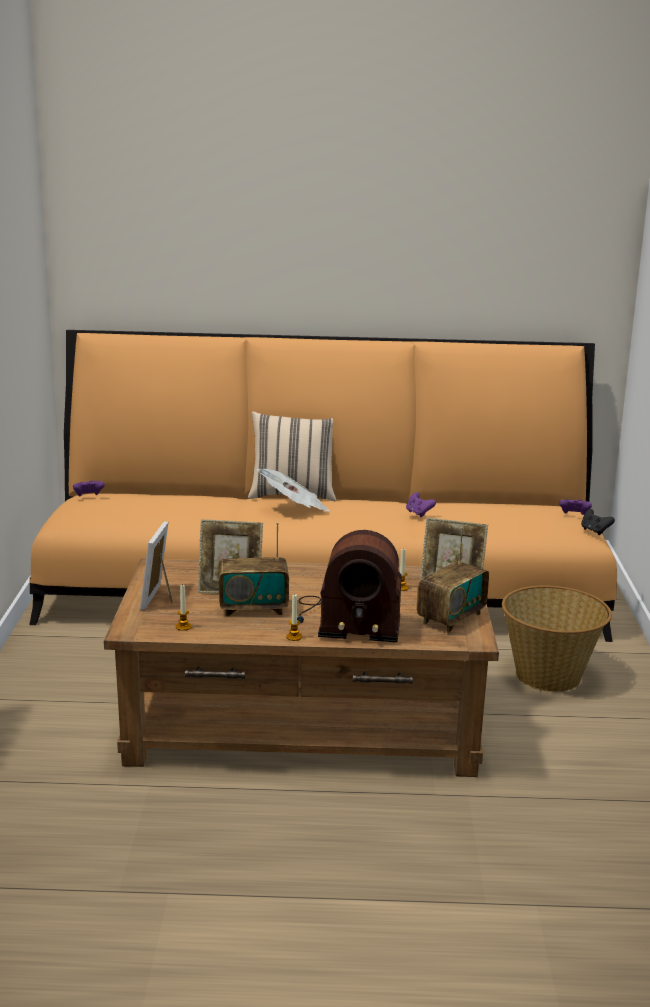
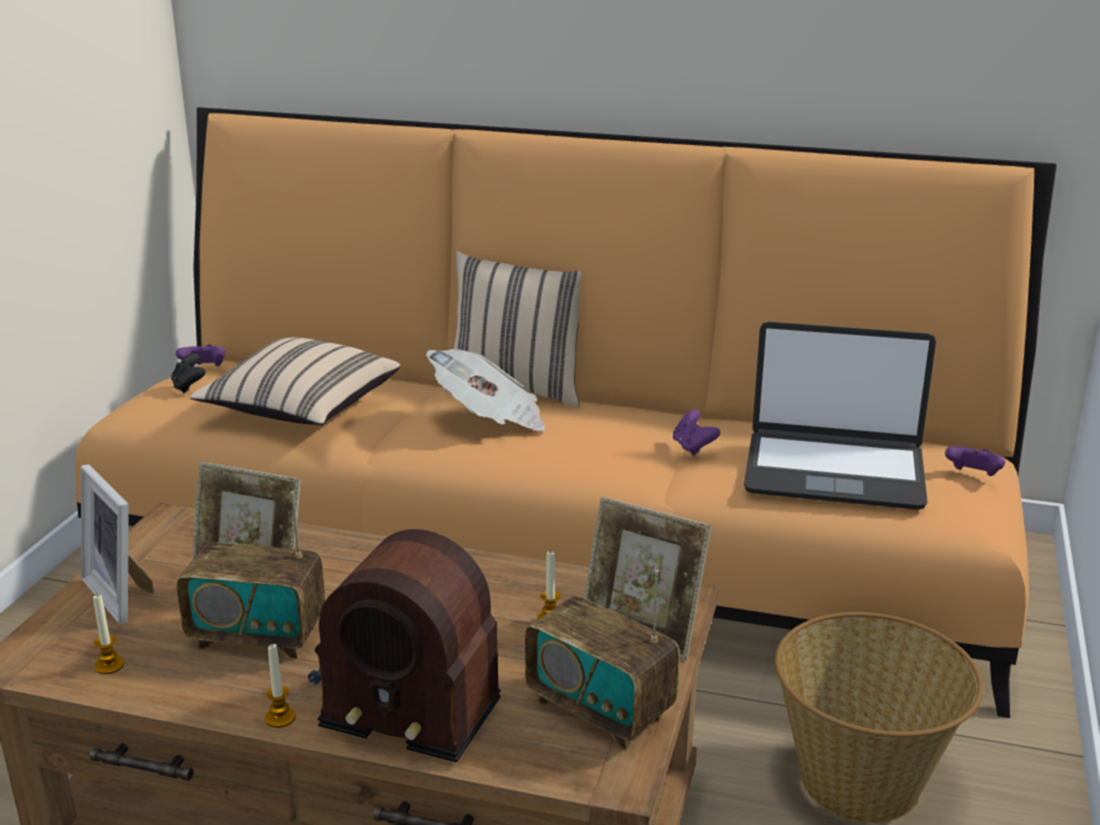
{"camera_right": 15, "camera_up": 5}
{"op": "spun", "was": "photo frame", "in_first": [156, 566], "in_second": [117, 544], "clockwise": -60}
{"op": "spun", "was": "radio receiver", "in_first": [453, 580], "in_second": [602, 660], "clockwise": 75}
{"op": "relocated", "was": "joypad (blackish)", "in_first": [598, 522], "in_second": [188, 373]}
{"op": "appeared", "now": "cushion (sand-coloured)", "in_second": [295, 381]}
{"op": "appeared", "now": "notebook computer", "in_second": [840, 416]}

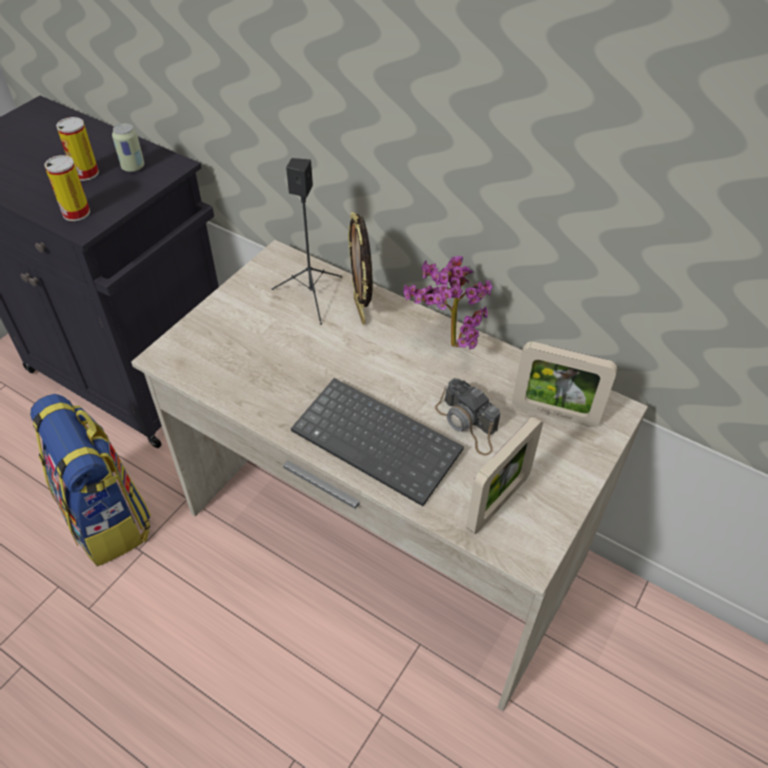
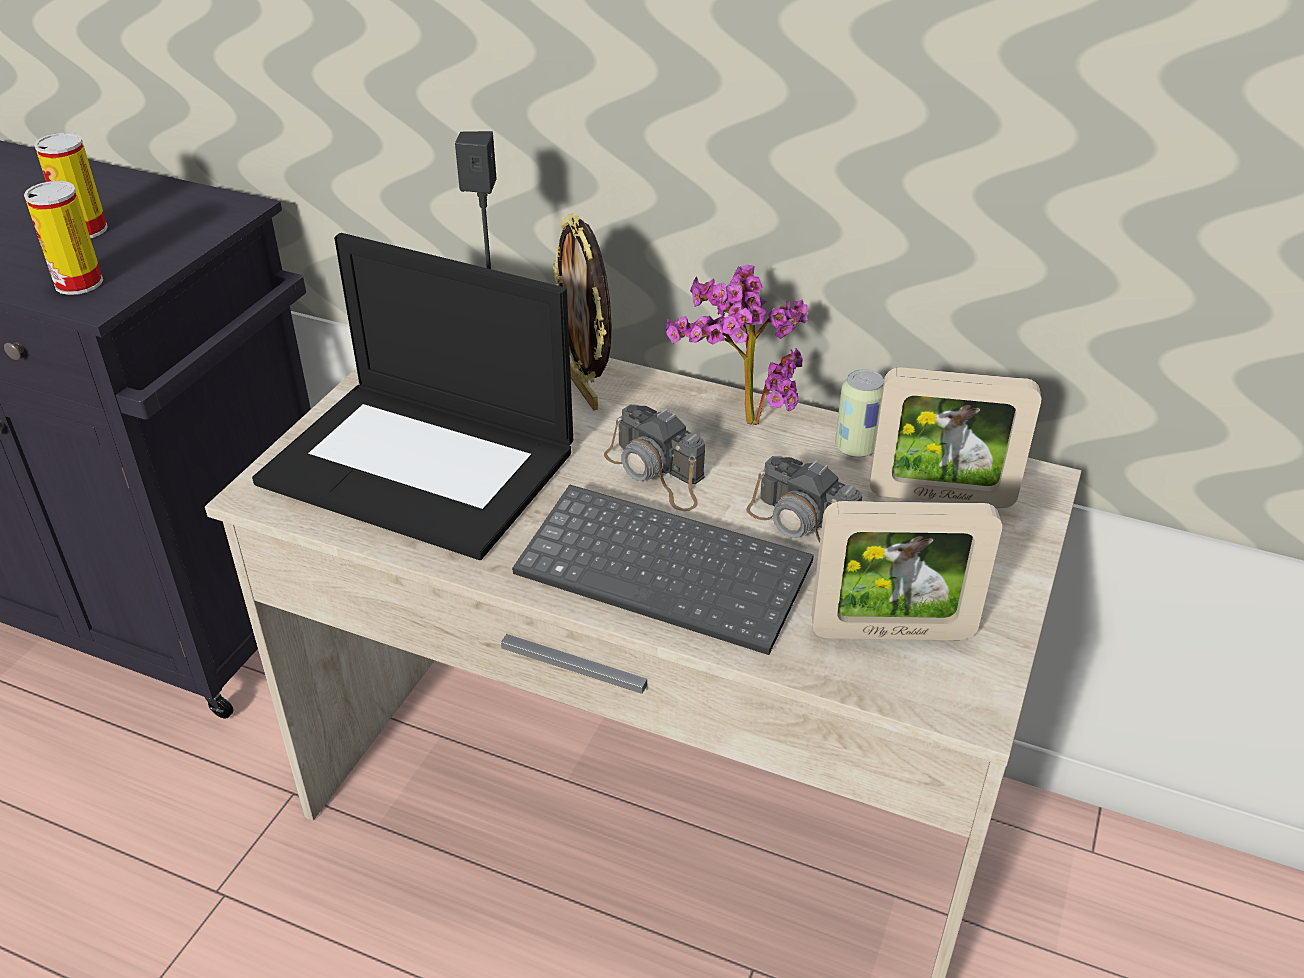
{"camera_right": -10, "camera_up": -10}
{"op": "missing", "was": "backpack", "in_first": [90, 480]}
{"op": "relocated", "was": "sealed can", "in_first": [128, 147], "in_second": [859, 413]}
{"op": "spun", "was": "photo frame", "in_first": [504, 475], "in_second": [906, 570], "clockwise": 60}
{"op": "appeared", "now": "notebook computer", "in_second": [412, 396]}
{"op": "appeared", "now": "photo camera", "in_second": [654, 457]}

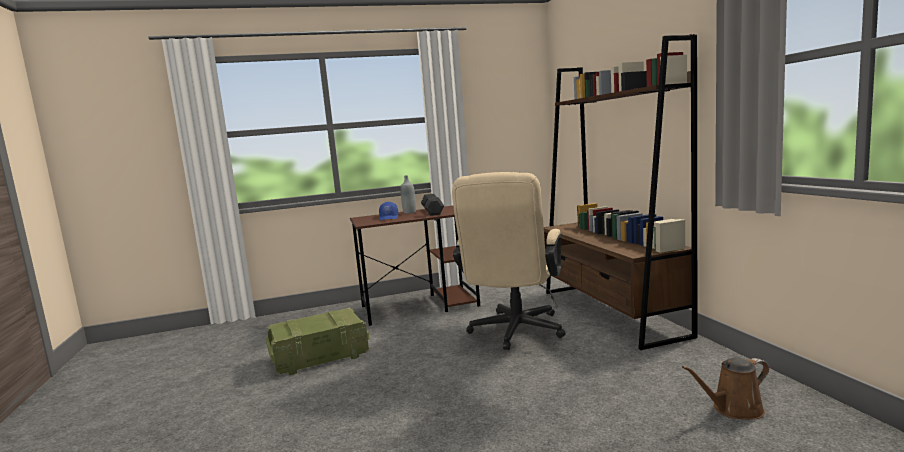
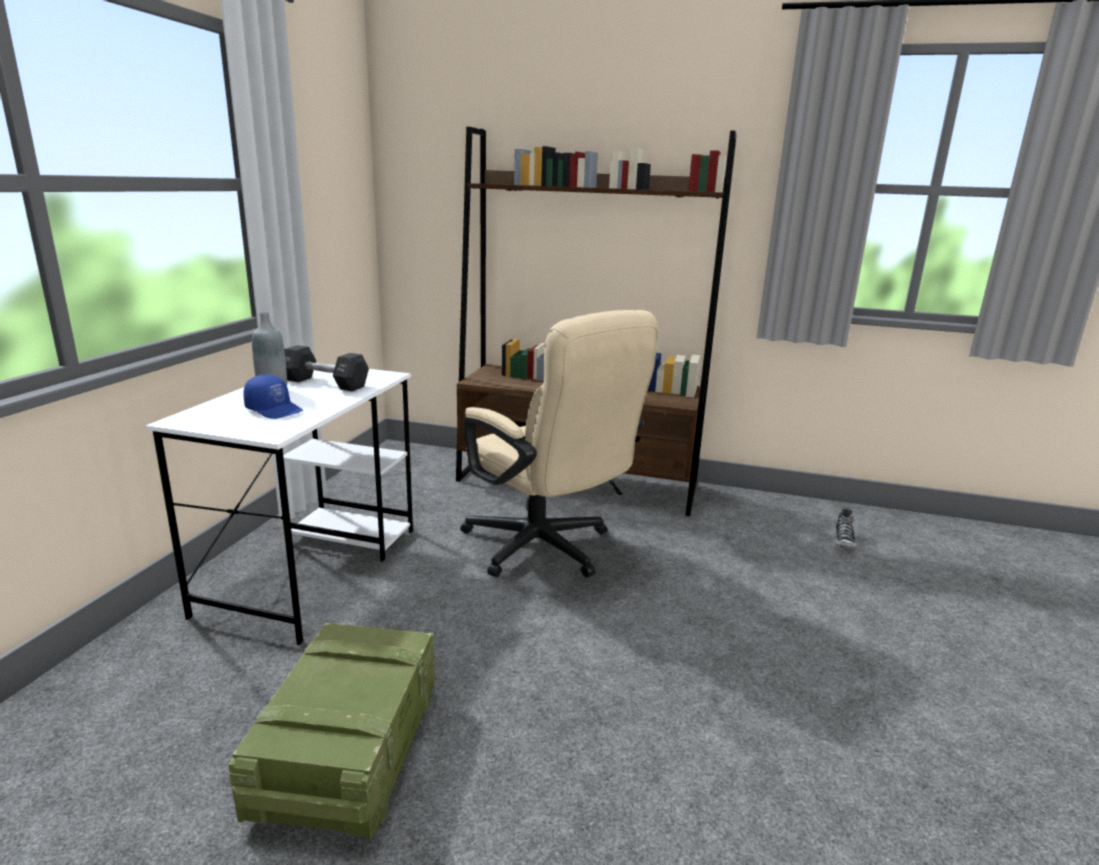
{"camera_right": -60, "camera_up": 10}
{"op": "colour", "was": "desk unit (brown)", "now": "desk unit (whitish)", "in_first": [415, 266], "in_second": [279, 504]}
{"op": "exchanged", "was": "sprinkling can (brown)", "now": "low shoe", "in_first": [725, 389], "in_second": [846, 527]}

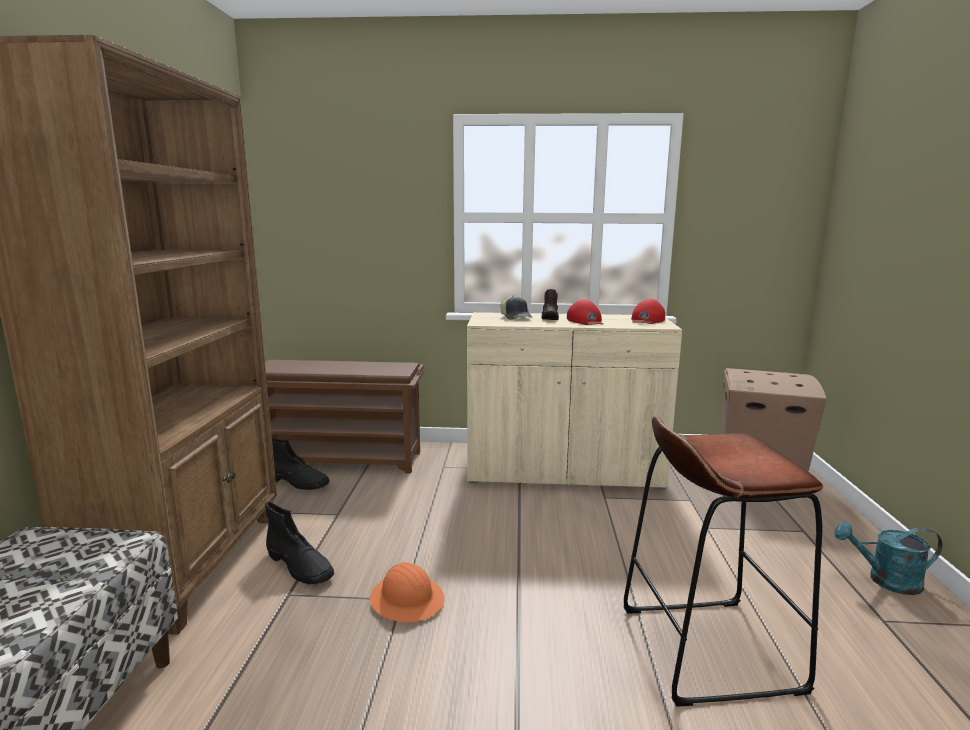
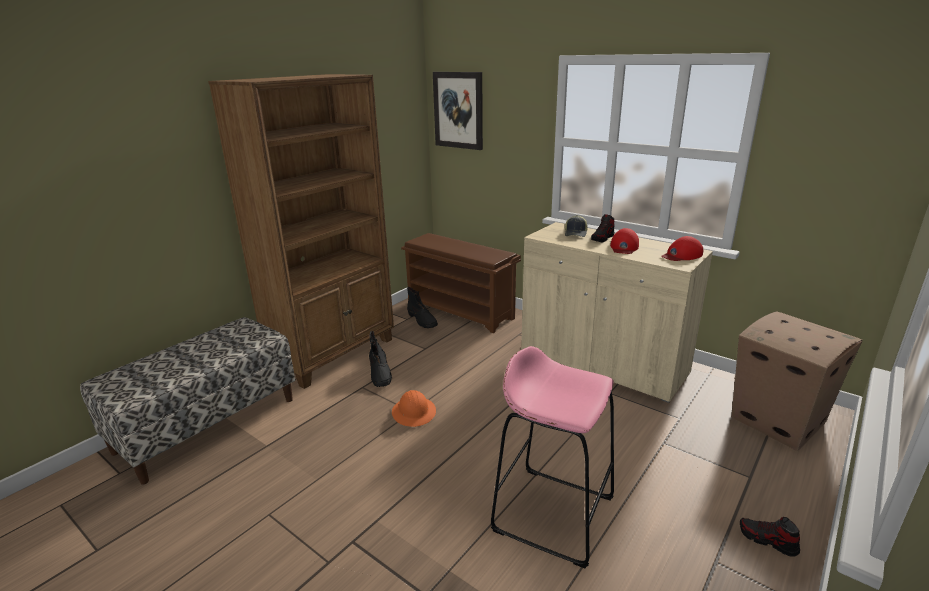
{"camera_right": 35, "camera_up": 10}
{"op": "colour", "was": "stool seat (brown)", "now": "stool seat (pinkish)", "in_first": [723, 561], "in_second": [552, 457]}
{"op": "exchanged", "was": "sprinkling can (turquoise)", "now": "low shoe", "in_first": [888, 558], "in_second": [770, 537]}
{"op": "appeared", "now": "wall picture", "in_second": [458, 111]}

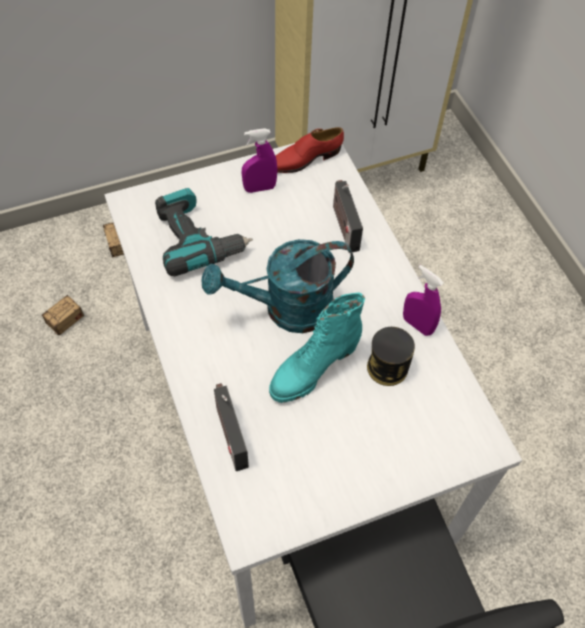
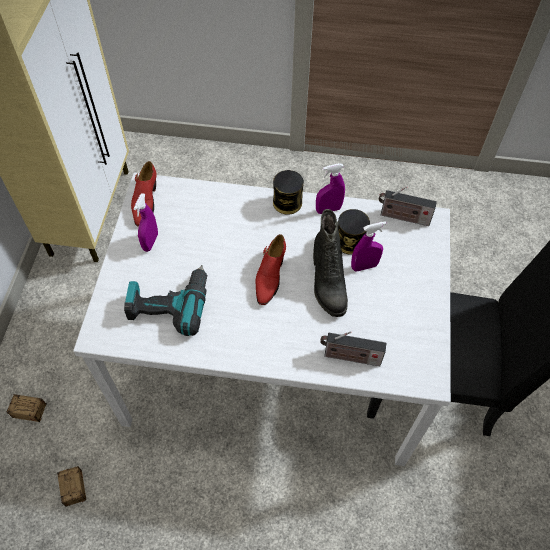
{"camera_right": -60, "camera_up": 0}
{"op": "exchanged", "was": "sprinkling can (turquoise)", "now": "low shoe (reddish)", "in_first": [278, 286], "in_second": [270, 269]}
{"op": "colour", "was": "boot (turquoise)", "now": "boot (blackish)", "in_first": [317, 348], "in_second": [330, 263]}
{"op": "relocated", "was": "radio receiver", "in_first": [348, 216], "in_second": [408, 206]}
{"op": "appeared", "now": "sealed can", "in_second": [288, 192]}
{"op": "appeared", "now": "spray bottle (purplish)", "in_second": [368, 246]}

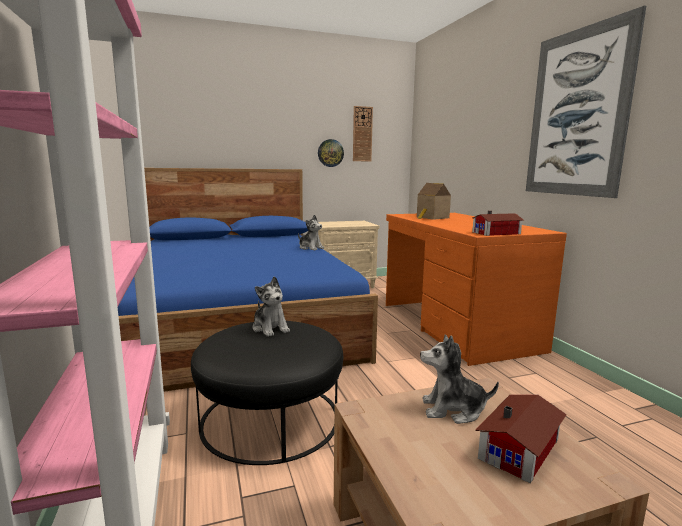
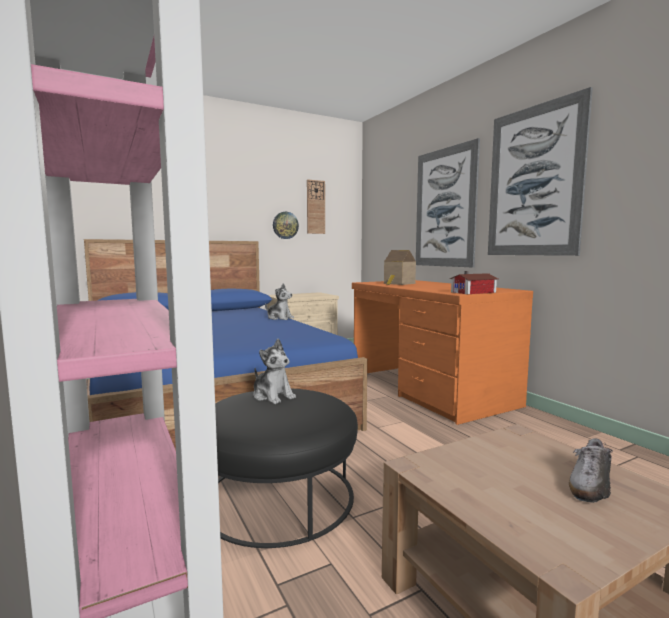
{"camera_right": -10, "camera_up": -5}
{"op": "missing", "was": "plush toy", "in_first": [459, 379]}
{"op": "exchanged", "was": "model house", "now": "low shoe", "in_first": [521, 438], "in_second": [591, 470]}
{"op": "appeared", "now": "wall picture", "in_second": [448, 202]}

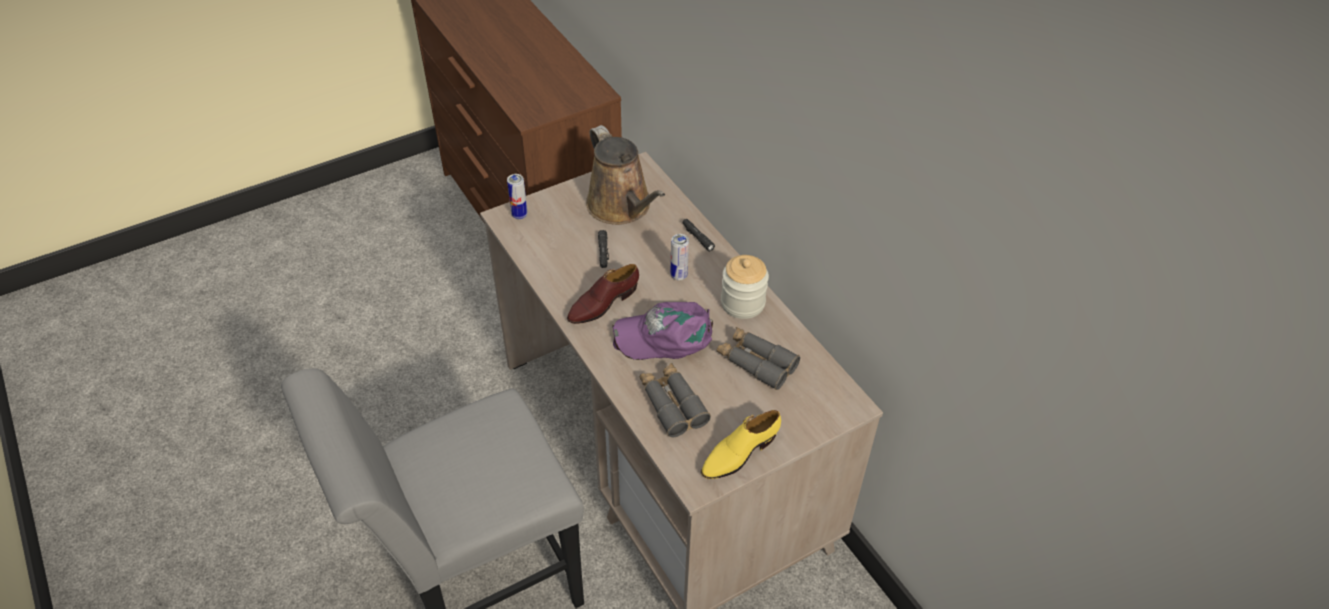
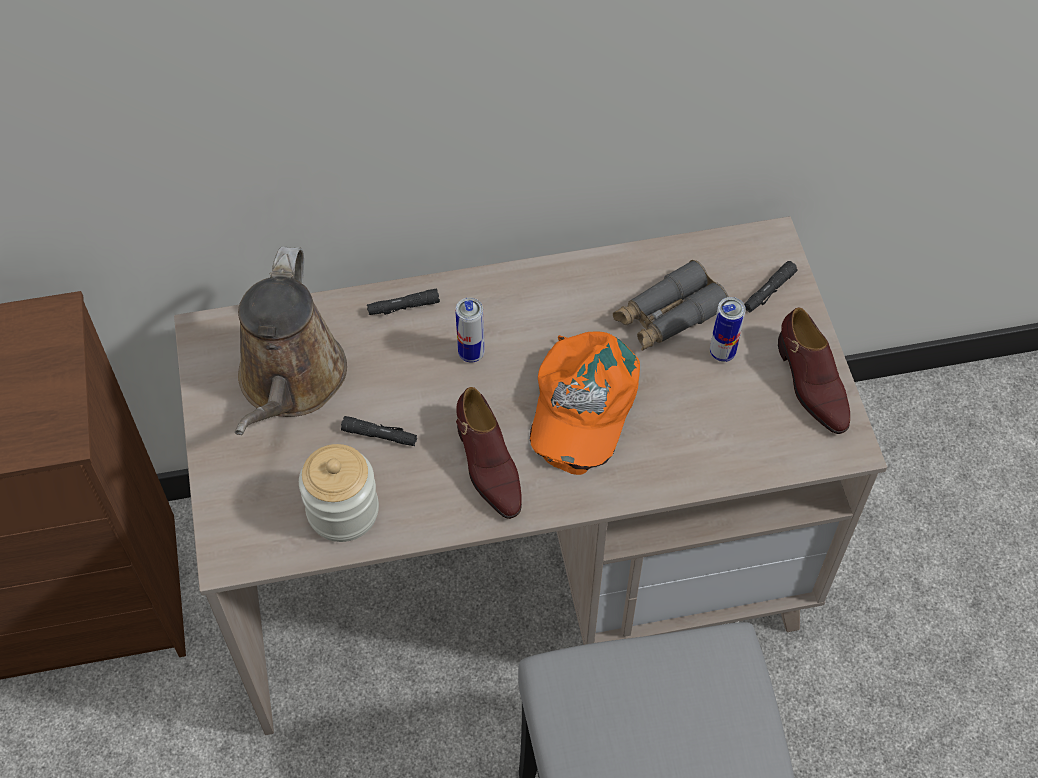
{"camera_right": -70, "camera_up": 10}
{"op": "relocated", "was": "sealed can", "in_first": [517, 196], "in_second": [728, 329]}
{"op": "spun", "was": "sprinkling can (brown)", "in_first": [625, 175], "in_second": [291, 340], "clockwise": 105}
{"op": "colour", "was": "baseball cap (purplish)", "now": "baseball cap (orange-coloured)", "in_first": [662, 331], "in_second": [585, 403]}
{"op": "missing", "was": "binoculars (greyish)", "in_first": [675, 400]}
{"op": "colour", "was": "low shoe (yellow)", "now": "low shoe (brown)", "in_first": [741, 444], "in_second": [814, 371]}
{"op": "relocated", "was": "storage jar", "in_first": [745, 287], "in_second": [339, 493]}
{"op": "appeared", "now": "flashlight (blackish)", "in_second": [770, 286]}

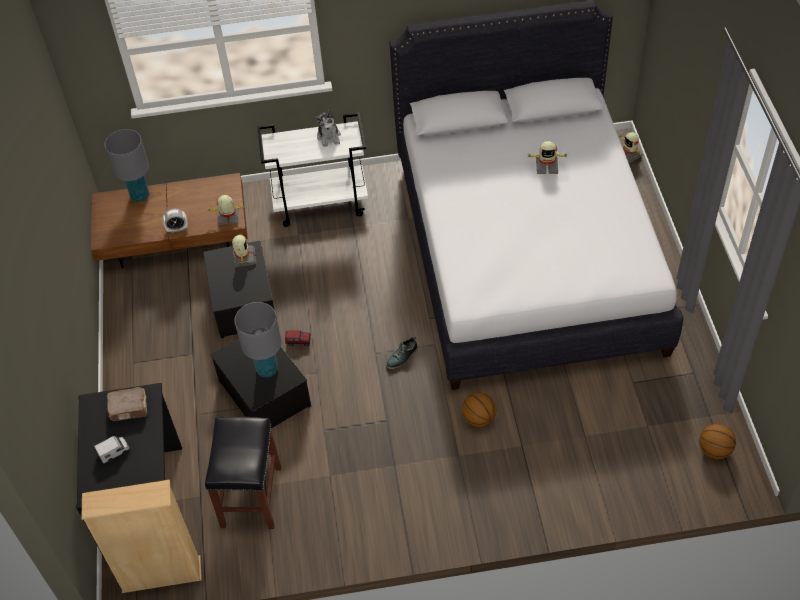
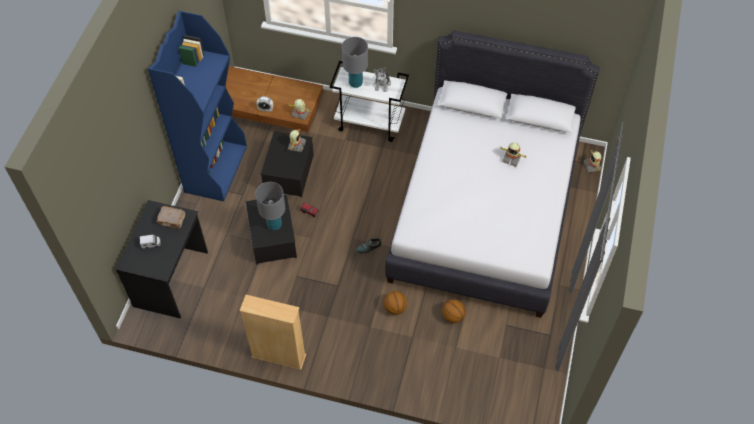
{"camera_right": 20, "camera_up": 5}
{"op": "relocated", "was": "bookcase (sand-coloured)", "in_first": [142, 536], "in_second": [272, 332]}
{"op": "relocated", "was": "table lamp (greyish)", "in_first": [127, 165], "in_second": [355, 62]}
{"op": "missing", "was": "stool seat (blackish)", "in_first": [243, 473]}
{"op": "relocated", "was": "basketball", "in_first": [717, 441], "in_second": [454, 311]}
{"op": "appeared", "now": "bookcase (blue-coloured)", "in_second": [197, 106]}

